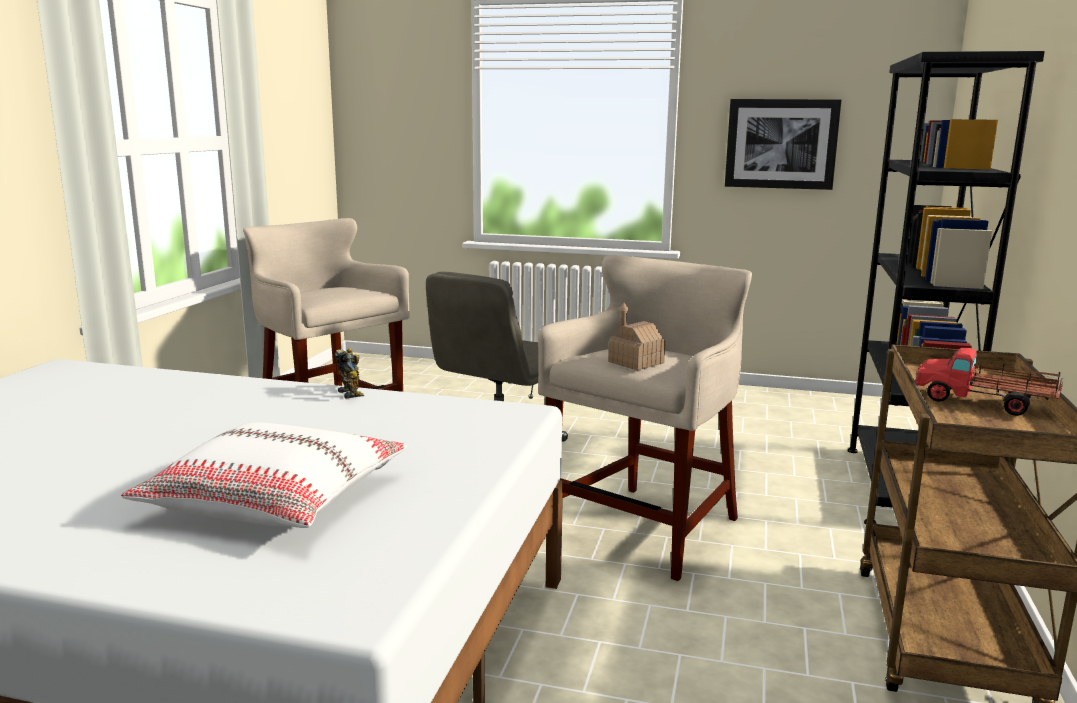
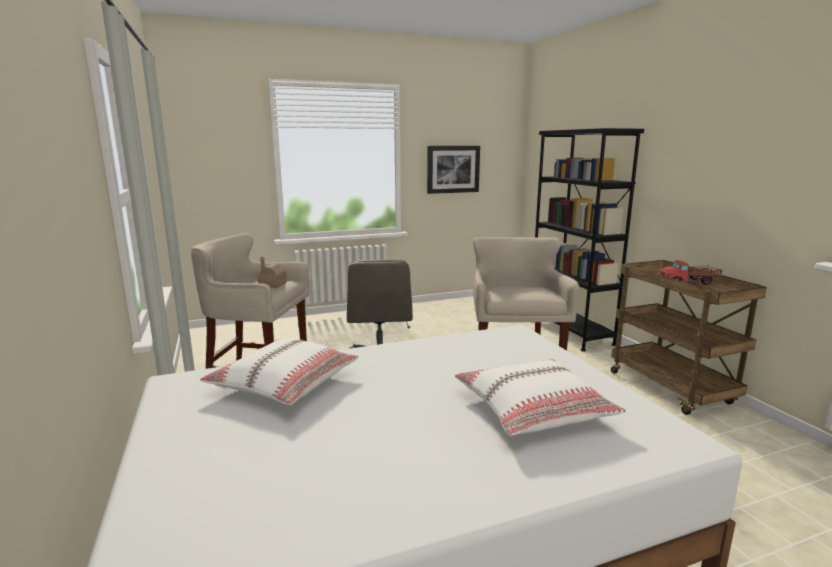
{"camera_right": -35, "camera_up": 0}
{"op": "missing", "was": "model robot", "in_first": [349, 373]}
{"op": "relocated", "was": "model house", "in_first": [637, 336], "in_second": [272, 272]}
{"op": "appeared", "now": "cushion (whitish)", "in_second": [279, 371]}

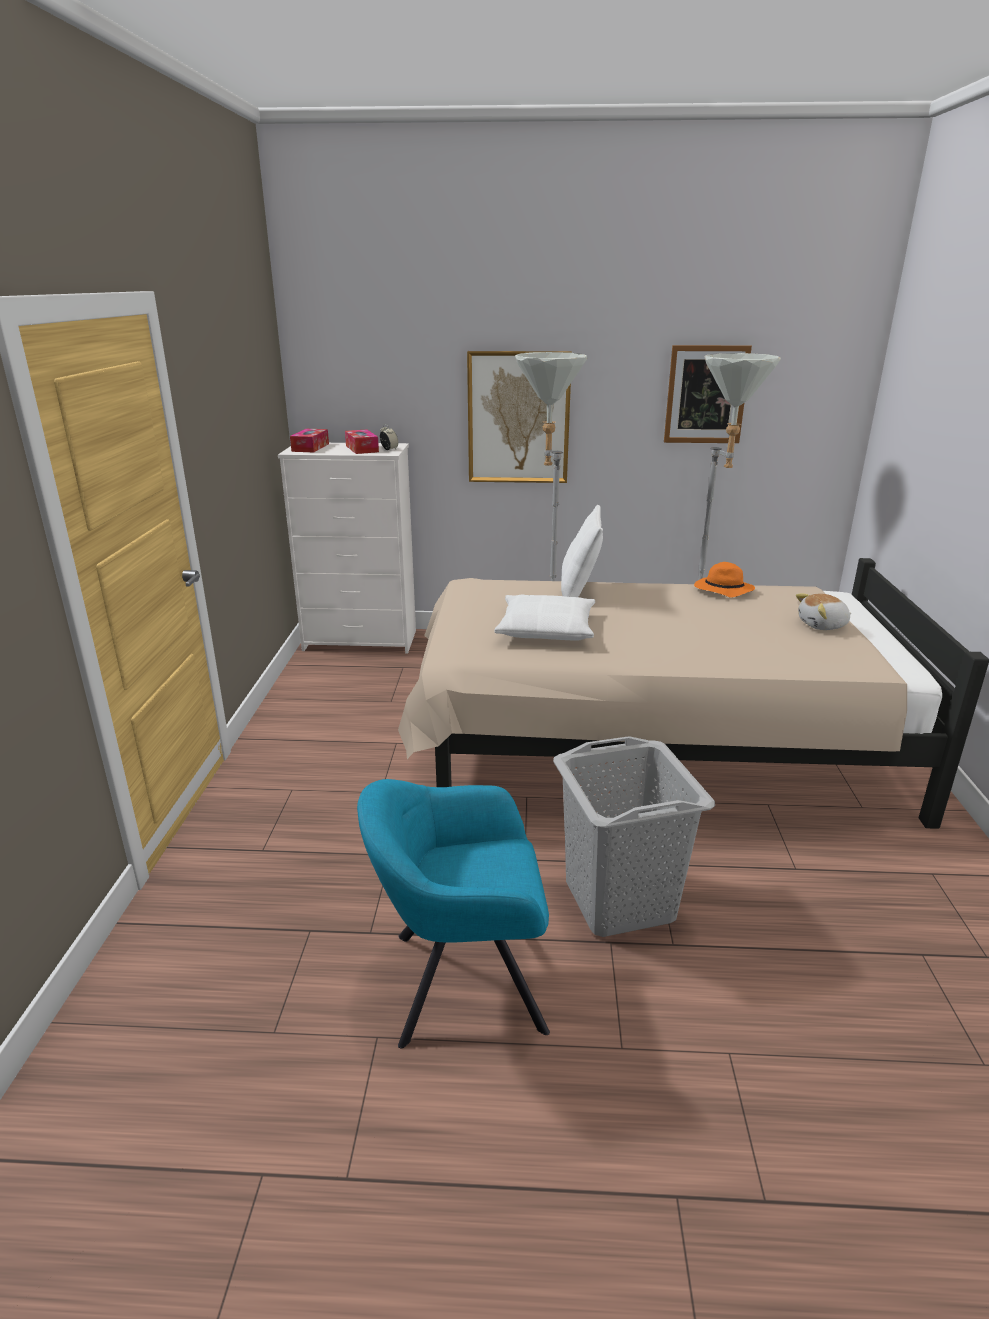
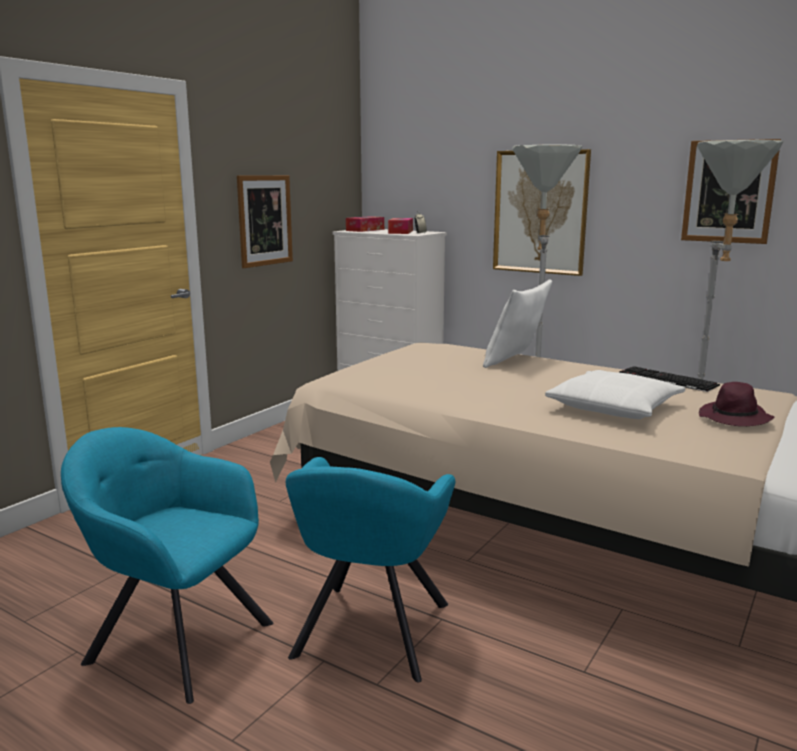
{"camera_right": 30, "camera_up": -10}
{"op": "relocated", "was": "cushion (whitish)", "in_first": [544, 617], "in_second": [615, 394]}
{"op": "exchanged", "was": "laundry basket (greyish)", "now": "lounge chair (turquoise)", "in_first": [634, 836], "in_second": [370, 570]}
{"op": "exchanged", "was": "wearable hat (orange-coloured)", "now": "PC keyboard", "in_first": [724, 580], "in_second": [669, 379]}
{"op": "exchanged", "was": "plush toy", "now": "wearable hat (purplish)", "in_first": [824, 611], "in_second": [736, 404]}
{"op": "appeared", "now": "wall picture", "in_second": [265, 221]}

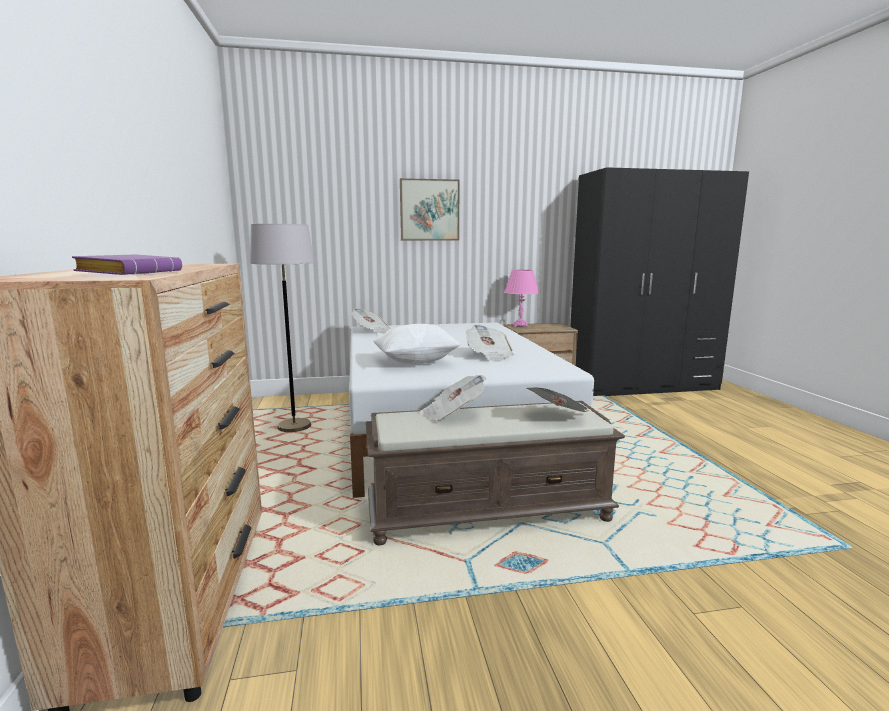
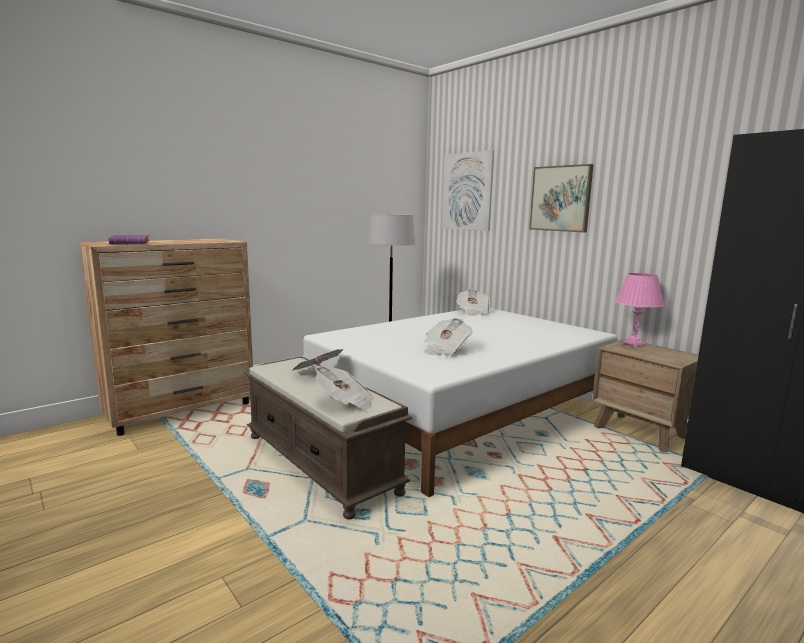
{"camera_right": 60, "camera_up": 0}
{"op": "missing", "was": "cushion (whitish)", "in_first": [416, 344]}
{"op": "appeared", "now": "wall picture", "in_second": [468, 190]}

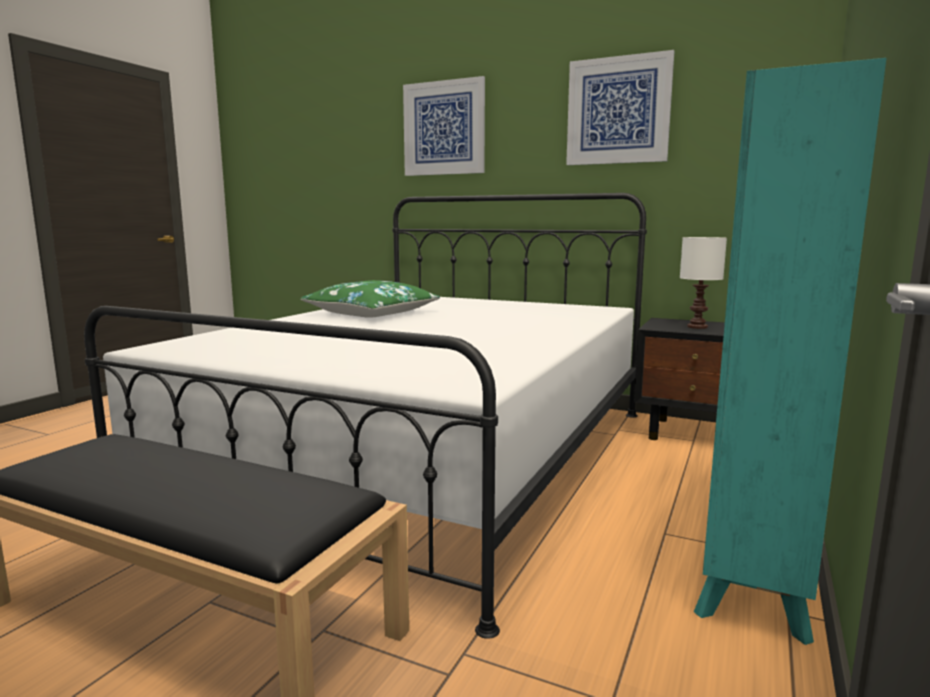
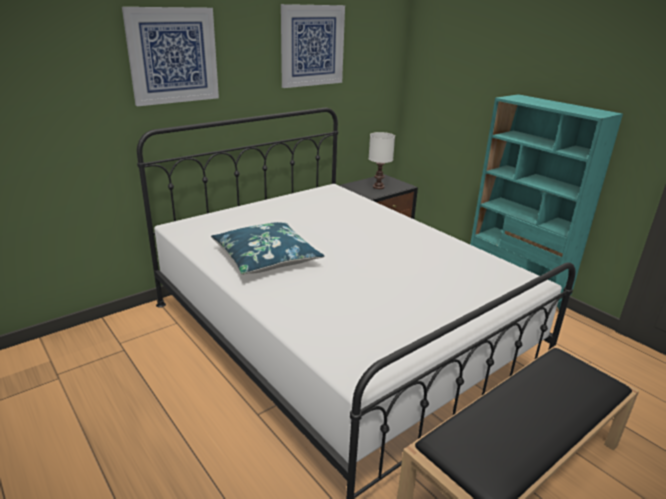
{"camera_right": -65, "camera_up": 15}
{"op": "colour", "was": "cushion (green-coloured)", "now": "cushion (blue-coloured)", "in_first": [370, 299], "in_second": [268, 248]}

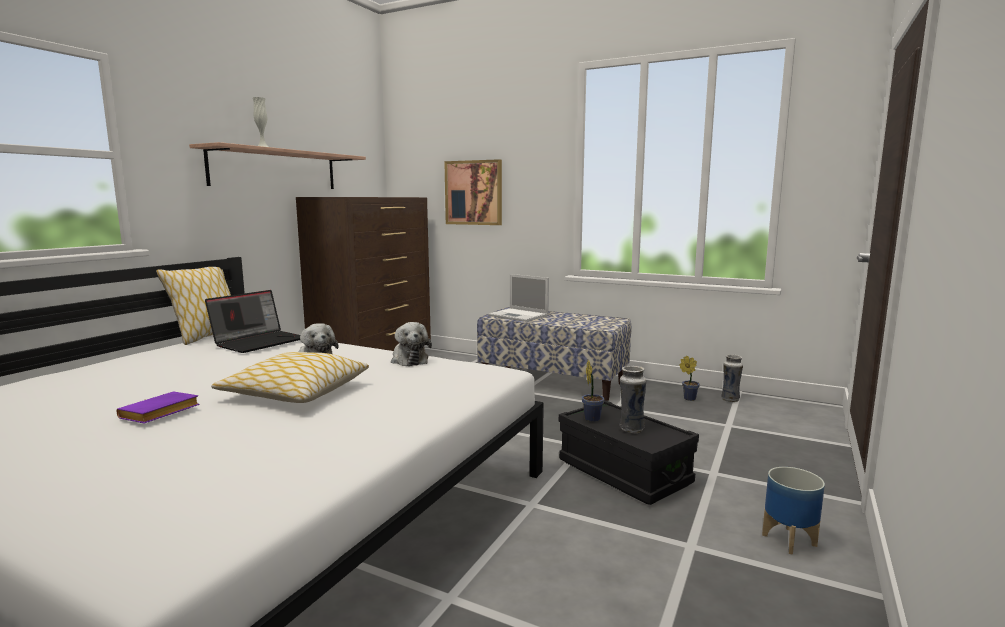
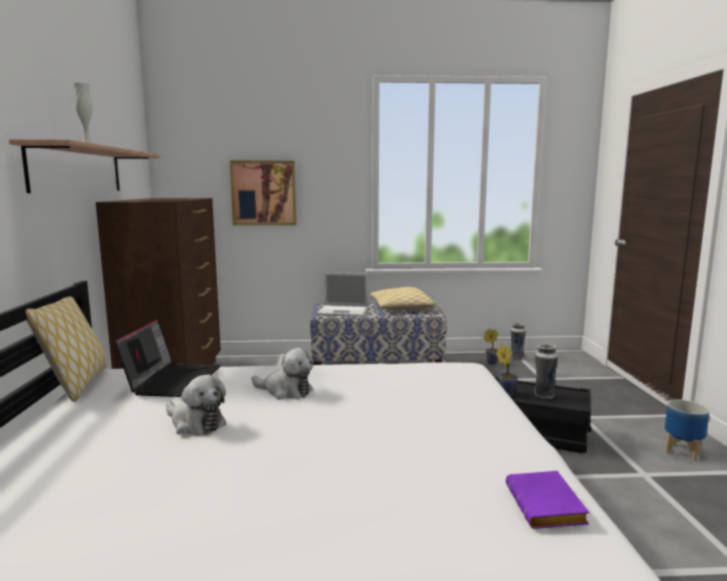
{"camera_right": -30, "camera_up": 0}
{"op": "relocated", "was": "book (purplish)", "in_first": [158, 407], "in_second": [547, 500]}
{"op": "relocated", "was": "cushion", "in_first": [290, 377], "in_second": [403, 298]}
{"op": "relocated", "was": "plush toy", "in_first": [411, 344], "in_second": [196, 405]}

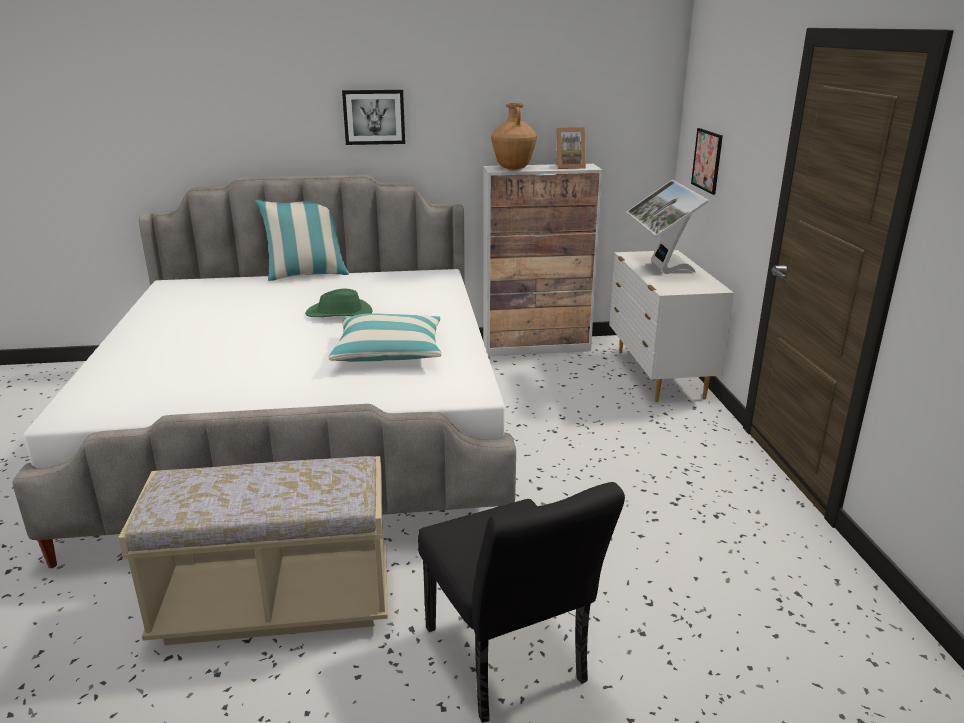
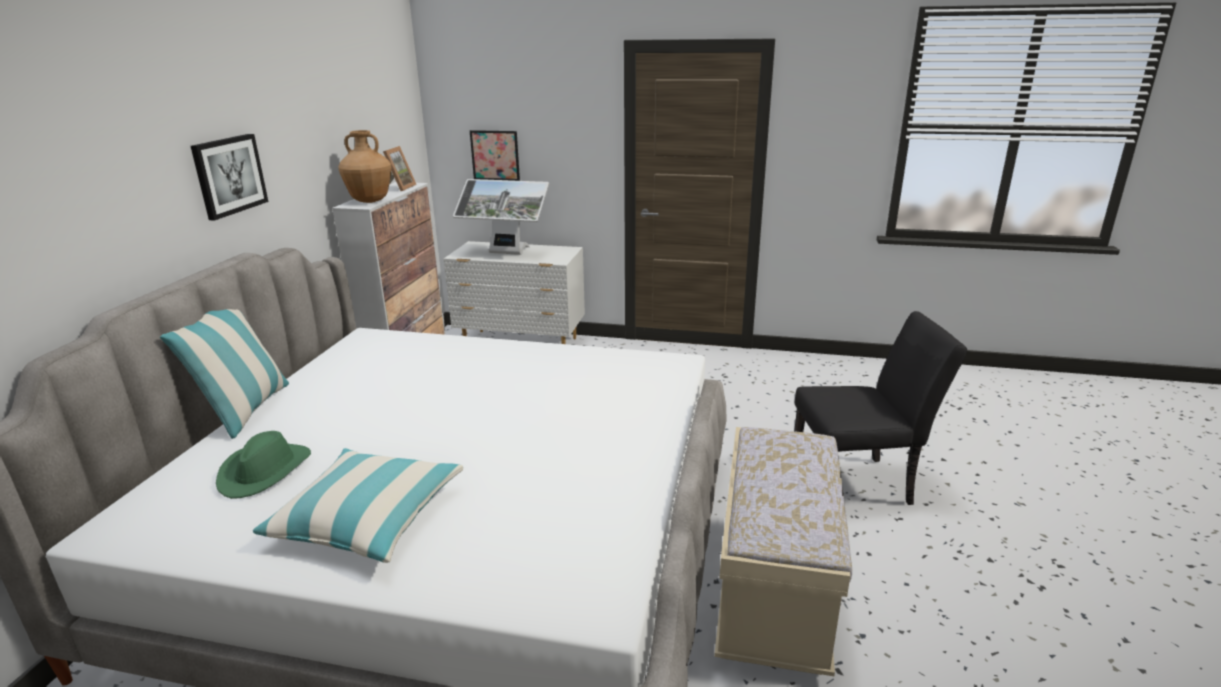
{"camera_right": -70, "camera_up": 0}
{"op": "relocated", "was": "wearable hat (green-coloured)", "in_first": [339, 303], "in_second": [263, 465]}
{"op": "relocated", "was": "cushion", "in_first": [384, 337], "in_second": [358, 505]}

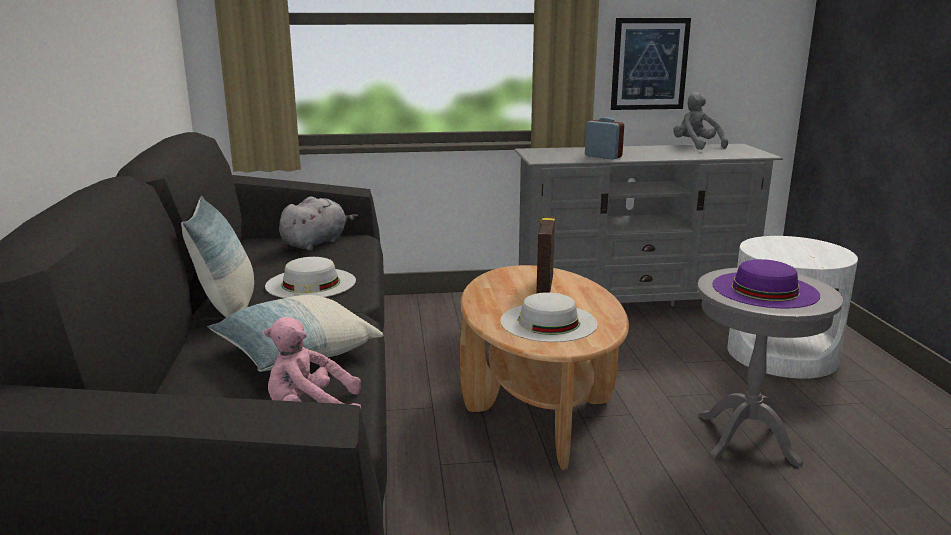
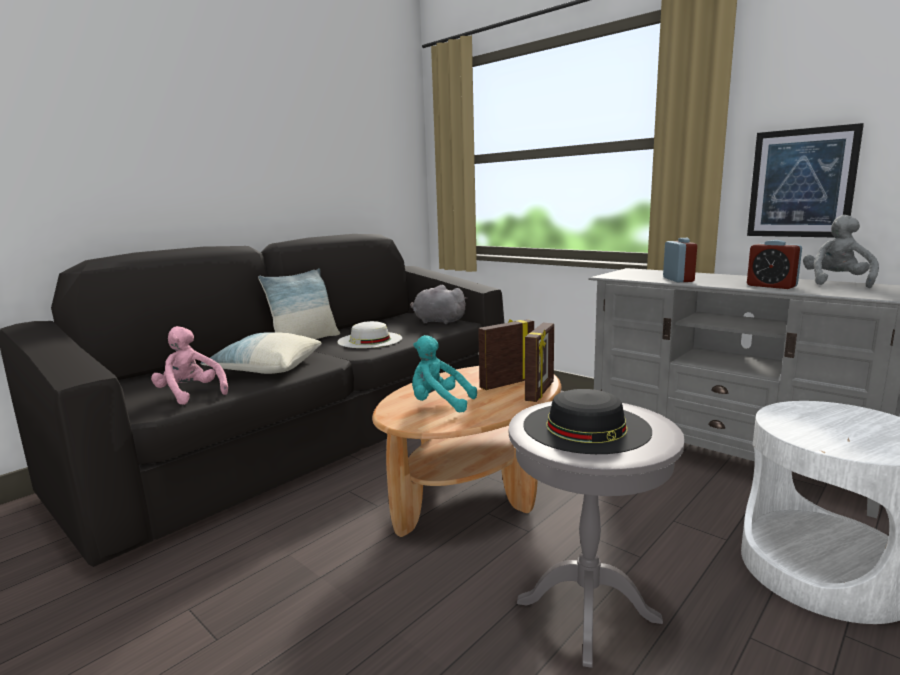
{"camera_right": 50, "camera_up": -5}
{"op": "spun", "was": "plush toy (greyish)", "in_first": [318, 223], "in_second": [439, 304], "clockwise": -150}
{"op": "exchanged", "was": "wearable hat (whitish)", "now": "plush toy (turquoise)", "in_first": [549, 317], "in_second": [444, 373]}
{"op": "colour", "was": "wearable hat (purplish)", "now": "wearable hat (blackish)", "in_first": [766, 284], "in_second": [587, 421]}
{"op": "appeared", "now": "photo frame", "in_second": [539, 362]}
{"op": "appeared", "now": "bedside clock", "in_second": [774, 264]}

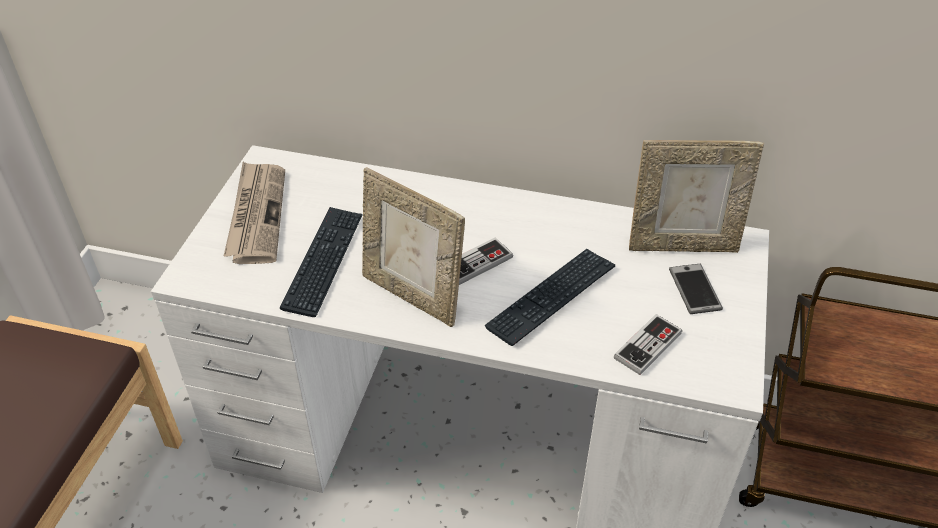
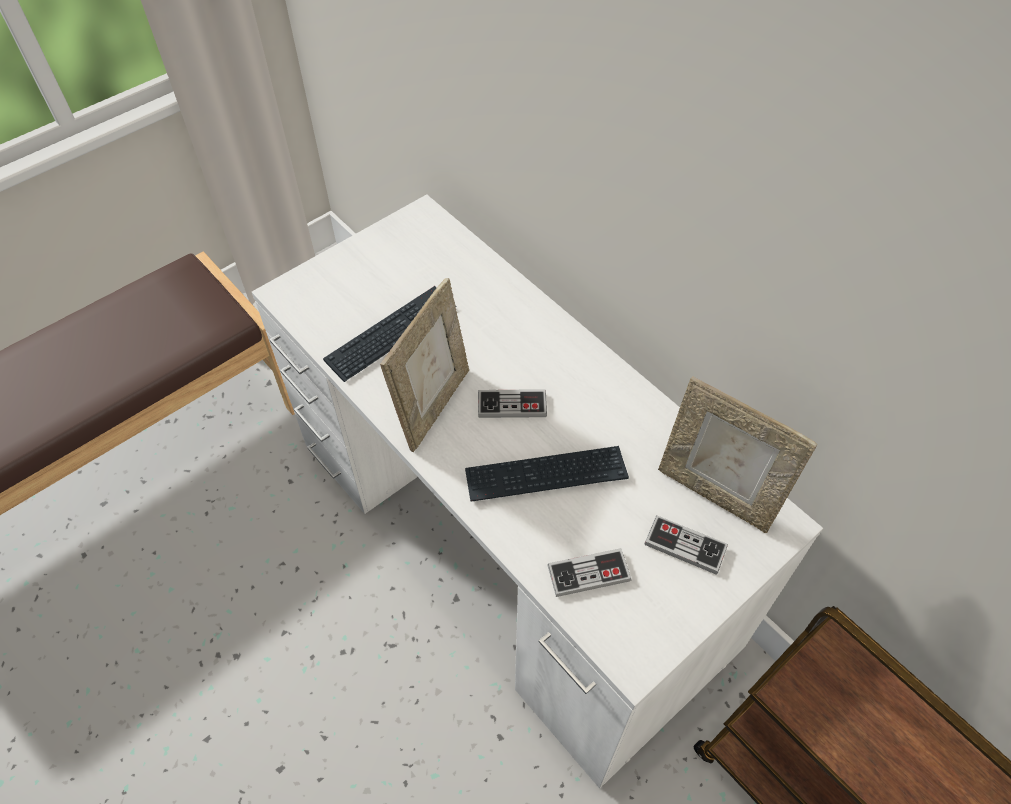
{"camera_right": 35, "camera_up": 10}
{"op": "missing", "was": "printed paper", "in_first": [254, 213]}
{"op": "spun", "was": "photo frame", "in_first": [413, 247], "in_second": [424, 365], "clockwise": -135}
{"op": "exchanged", "was": "telephone", "now": "joypad", "in_first": [696, 289], "in_second": [686, 545]}

